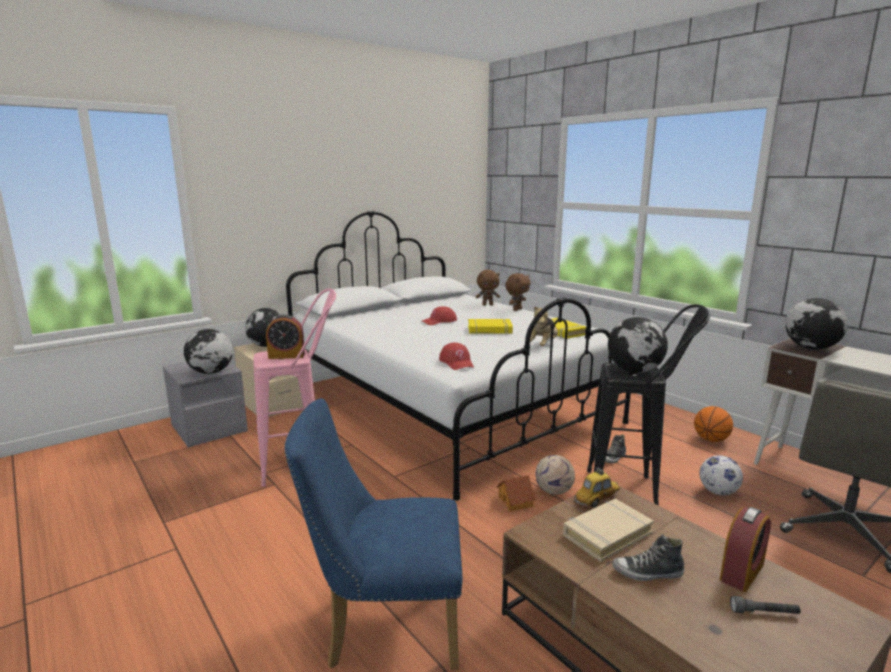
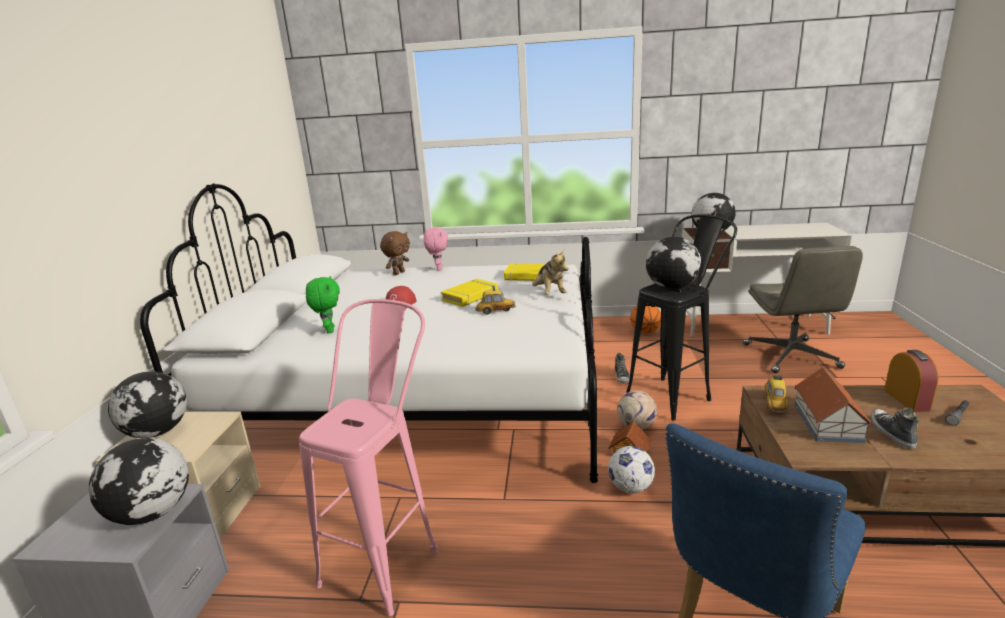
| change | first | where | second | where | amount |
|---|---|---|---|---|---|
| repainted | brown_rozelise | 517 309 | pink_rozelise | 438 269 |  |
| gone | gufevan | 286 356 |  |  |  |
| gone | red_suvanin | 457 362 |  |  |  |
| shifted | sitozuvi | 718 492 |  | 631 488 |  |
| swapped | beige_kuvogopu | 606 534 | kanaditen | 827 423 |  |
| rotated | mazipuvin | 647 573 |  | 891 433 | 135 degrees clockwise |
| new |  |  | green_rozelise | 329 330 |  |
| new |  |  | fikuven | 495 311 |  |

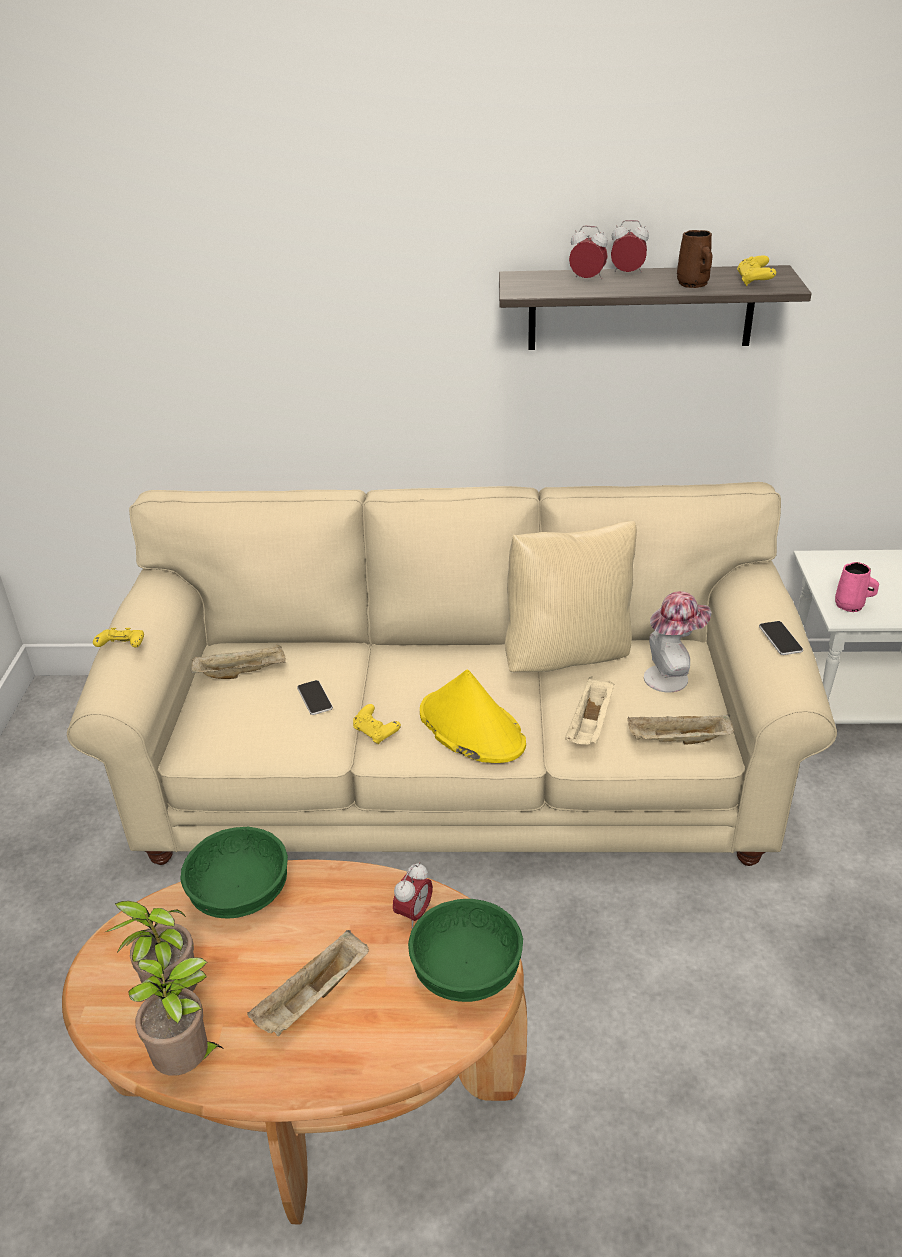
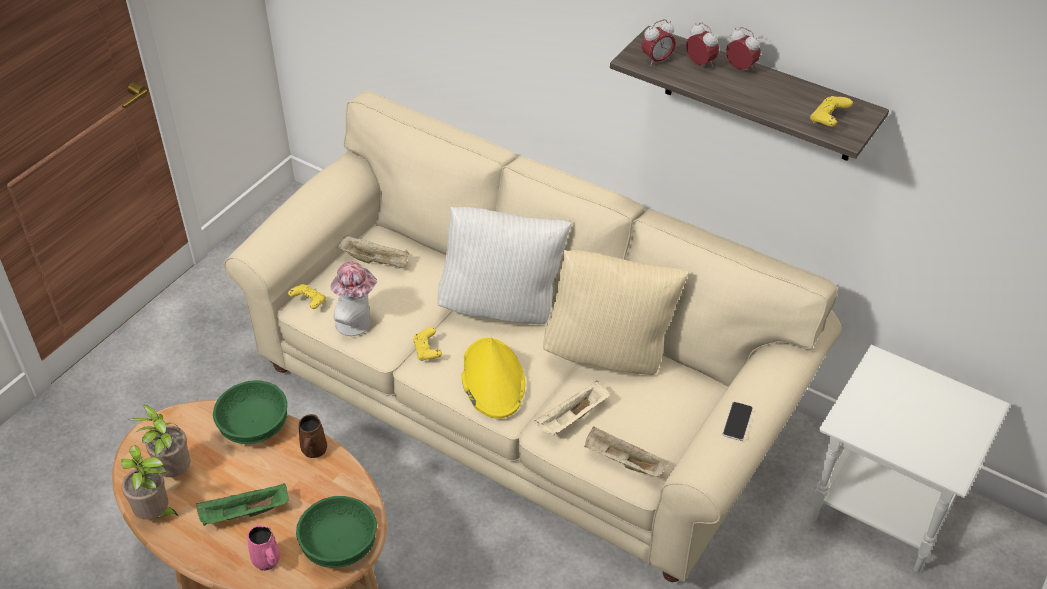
| change | first | where | second | where | amount |
|---|---|---|---|---|---|
| shifted | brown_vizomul | 693 285 |  | 313 450 |  |
| shifted | pink_vizomul | 851 606 |  | 267 561 |  |
| shifted | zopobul | 671 677 |  | 358 324 |  |
| shifted | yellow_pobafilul | 122 647 |  | 309 302 |  |
| gone | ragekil | 315 698 |  |  |  |
| shifted | gufevan | 414 914 |  | 657 60 |  |
| repainted | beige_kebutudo | 313 998 | green_kebutudo | 244 514 |  |
| new |  |  | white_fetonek | 502 307 |  |

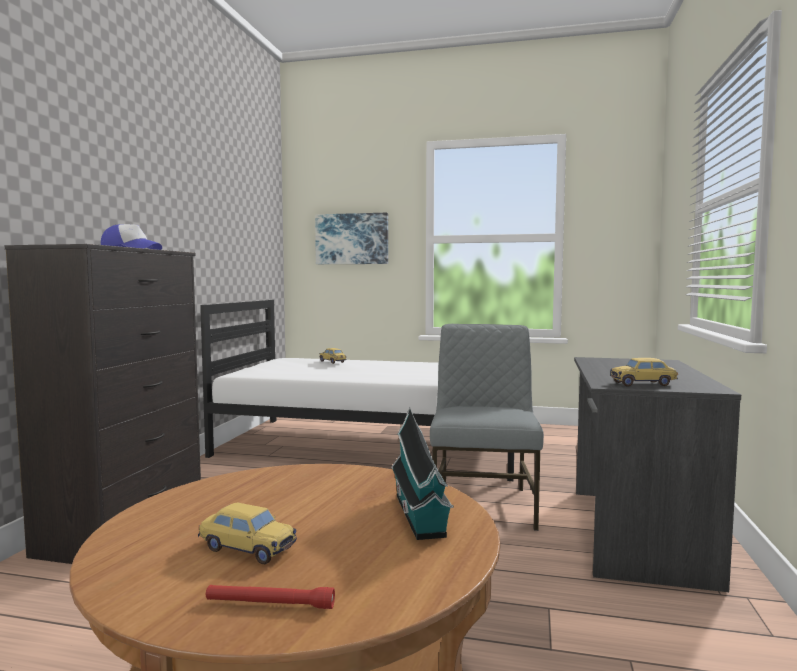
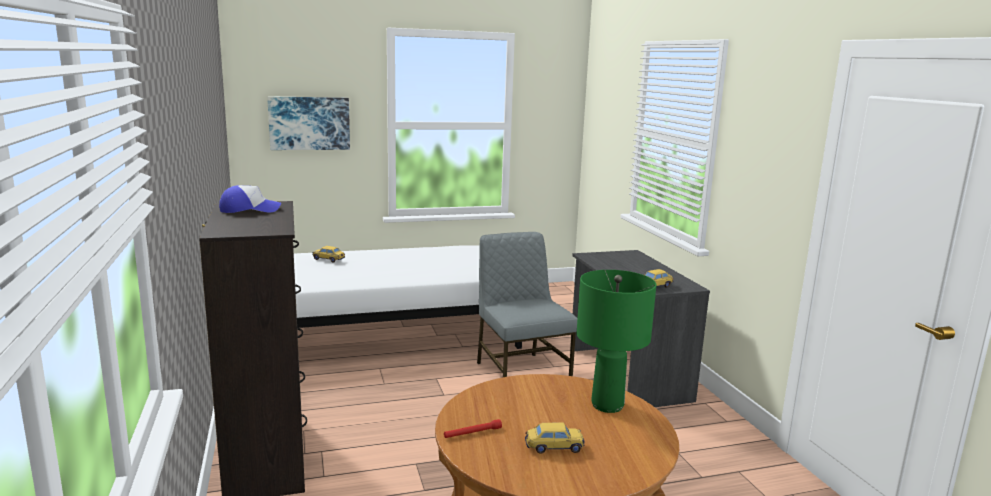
| change | first | where | second | where | amount |
|---|---|---|---|---|---|
| swapped | kanaditen | 420 517 | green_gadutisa | 606 405 |  |
| shifted | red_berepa | 269 604 |  | 472 433 |  |

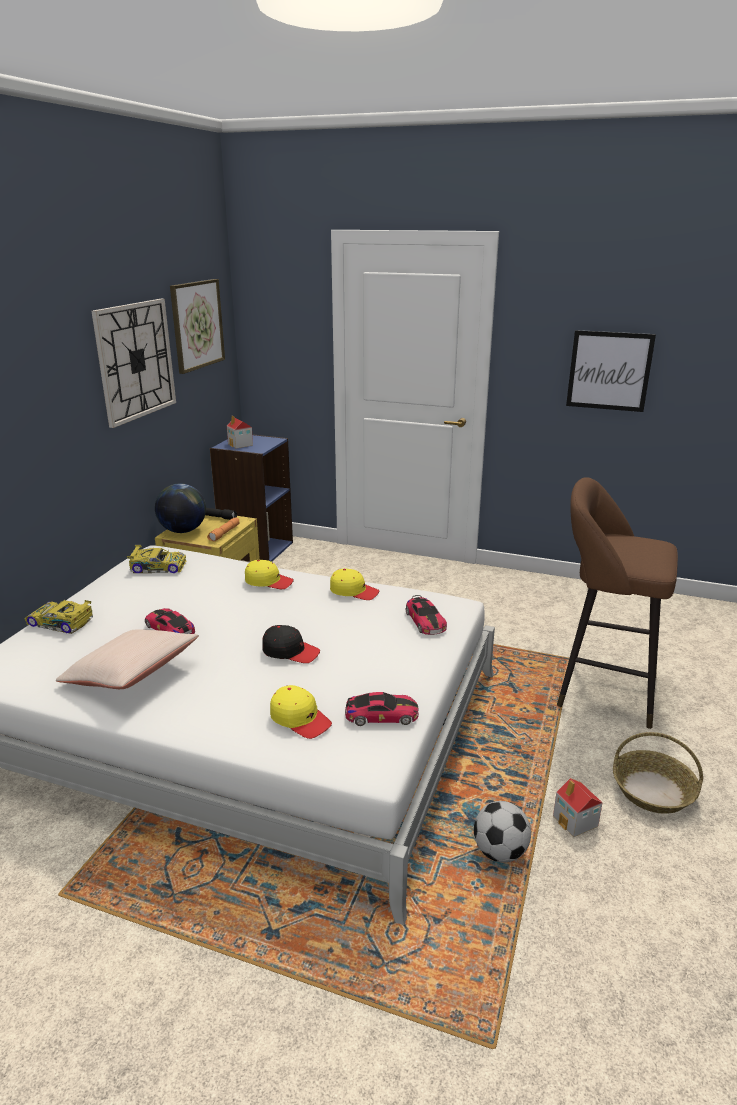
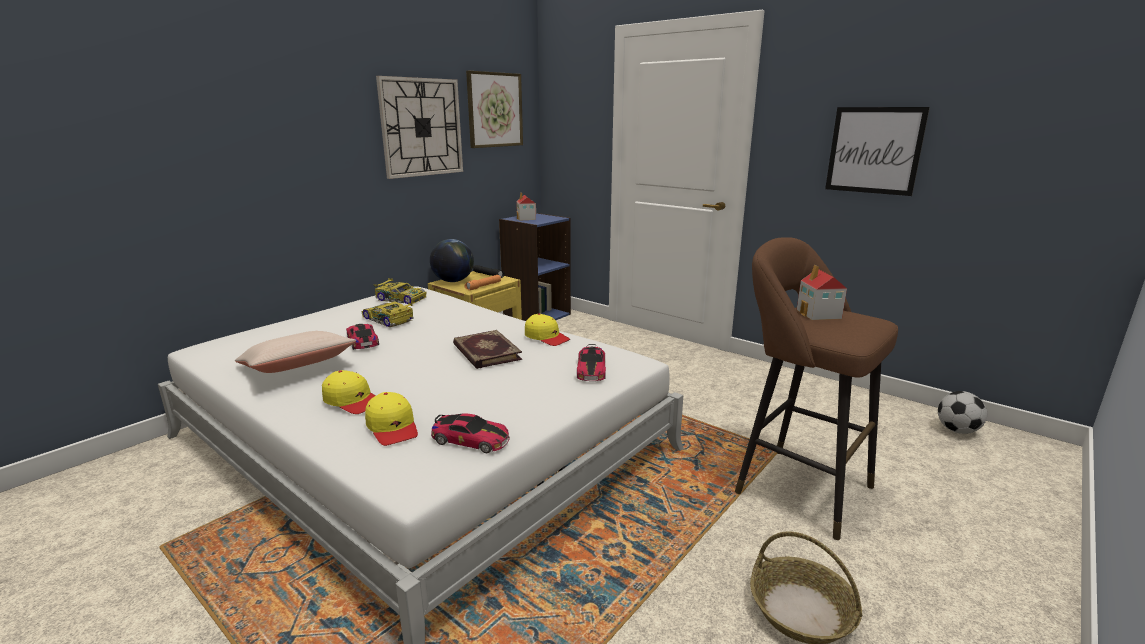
| change | first | where | second | where | amount |
|---|---|---|---|---|---|
| shifted | yellow_suvanin | 268 581 |  | 352 401 |  |
| shifted | fikuven | 61 622 |  | 388 319 |  |
| gone | black_suvanin | 290 651 |  |  |  |
| shifted | kanaditen | 575 821 |  | 819 314 |  |
| shifted | sitozuvi | 500 853 |  | 957 431 |  |
| new |  |  | kuvogopu | 485 352 |  |

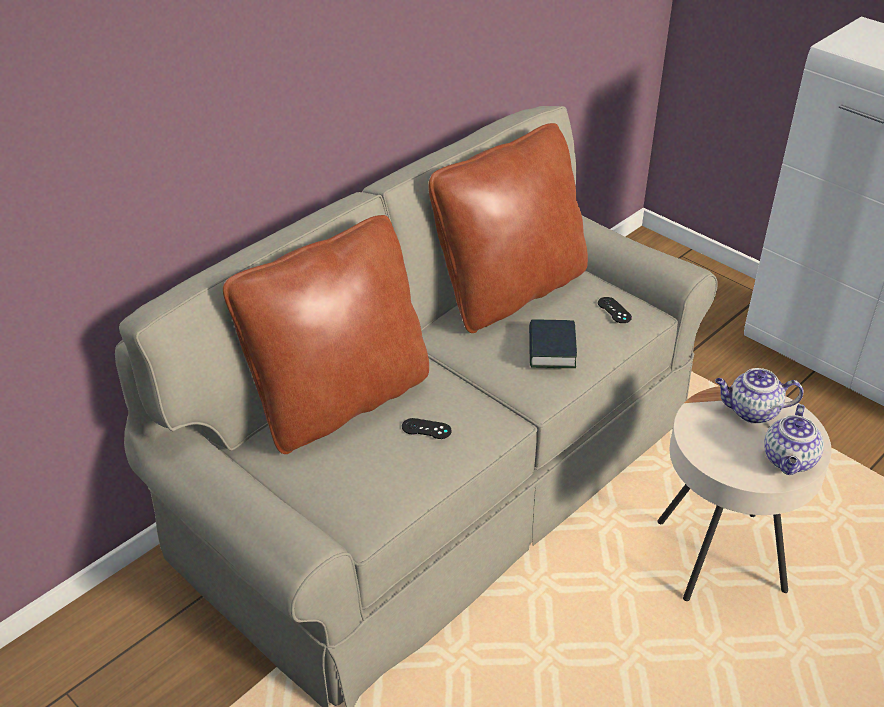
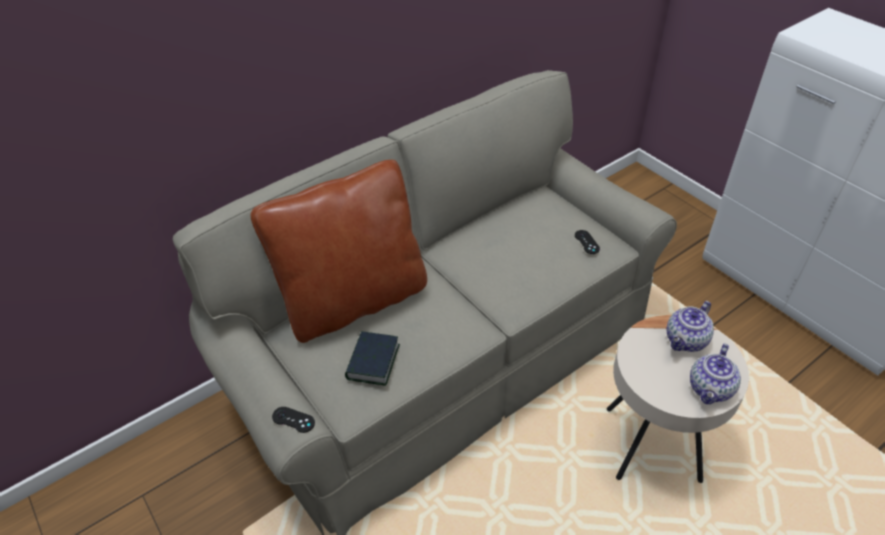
| change | first | where | second | where | amount |
|---|---|---|---|---|---|
| gone | brown_fetonek | 509 291 |  |  |  |
| shifted | kuvogopu | 551 349 |  | 373 362 |  |
| rotated | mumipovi | 751 412 |  | 685 341 | 60 degrees counterclockwise |
| shifted | black_pobafilul | 426 429 |  | 293 419 |  |

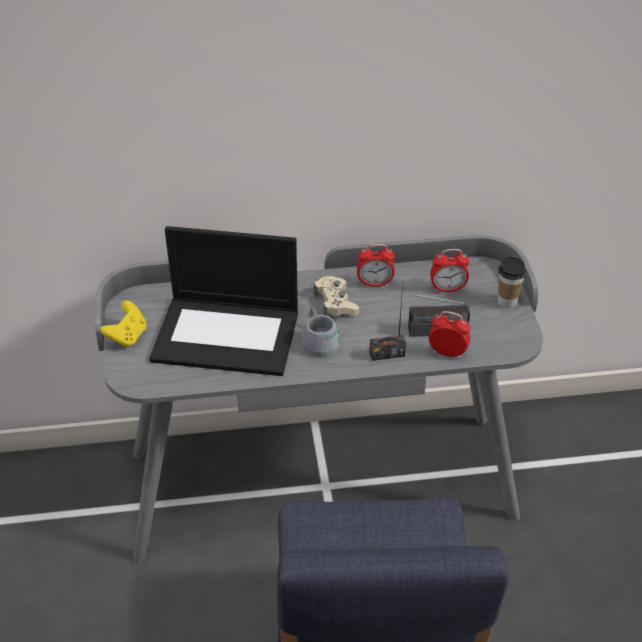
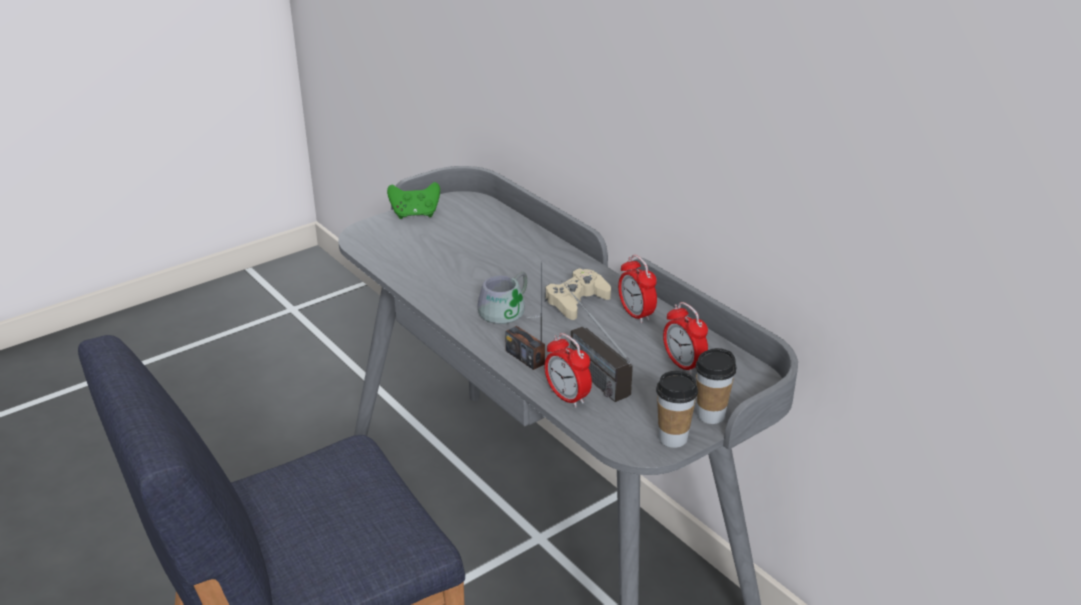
| change | first | where | second | where | amount |
|---|---|---|---|---|---|
| gone | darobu | 228 335 |  |  |  |
| repainted | yellow_pobafilul | 127 337 | green_pobafilul | 415 214 |  |
| rotated | gufevan | 447 353 |  | 567 397 | 150 degrees clockwise |
| new |  |  | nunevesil | 673 438 |  |

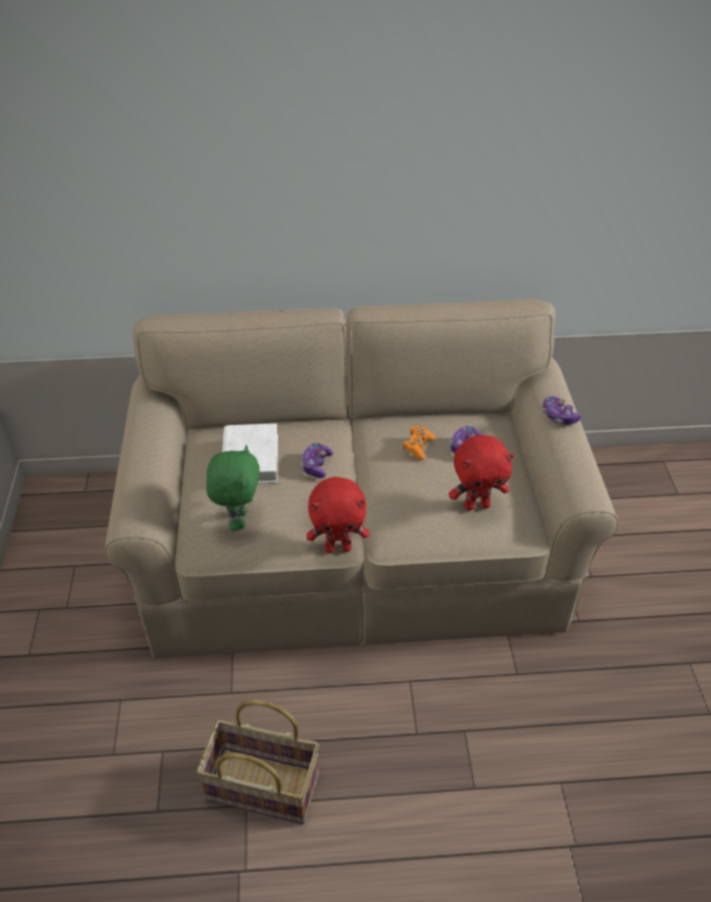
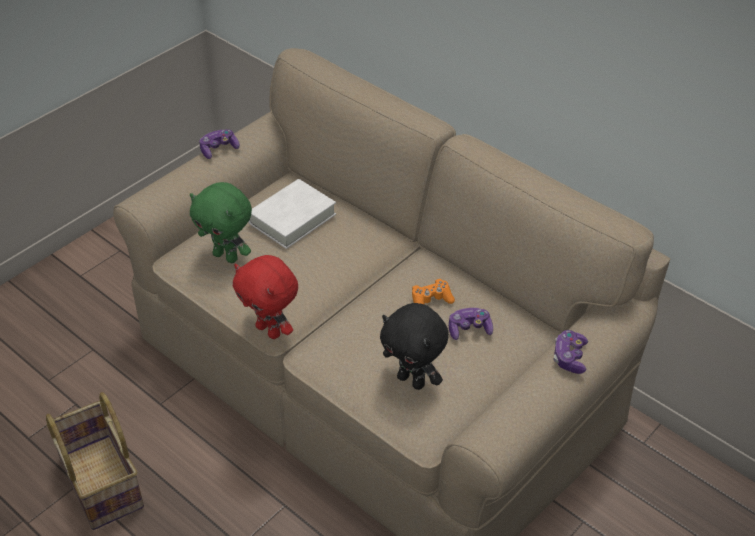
| change | first | where | second | where | amount |
|---|---|---|---|---|---|
| repainted | red_rozelise | 477 505 | black_rozelise | 412 380 |  |
| shifted | pobafilul | 316 465 |  | 218 149 |  |
| rotated | green_rozelise | 238 520 |  | 226 256 | 75 degrees clockwise |

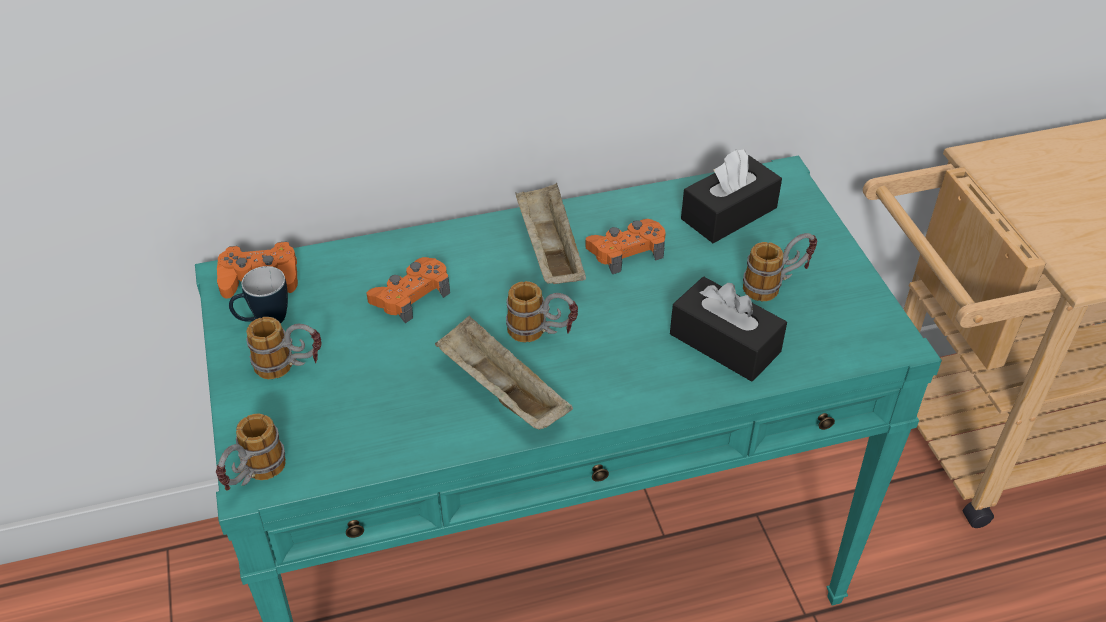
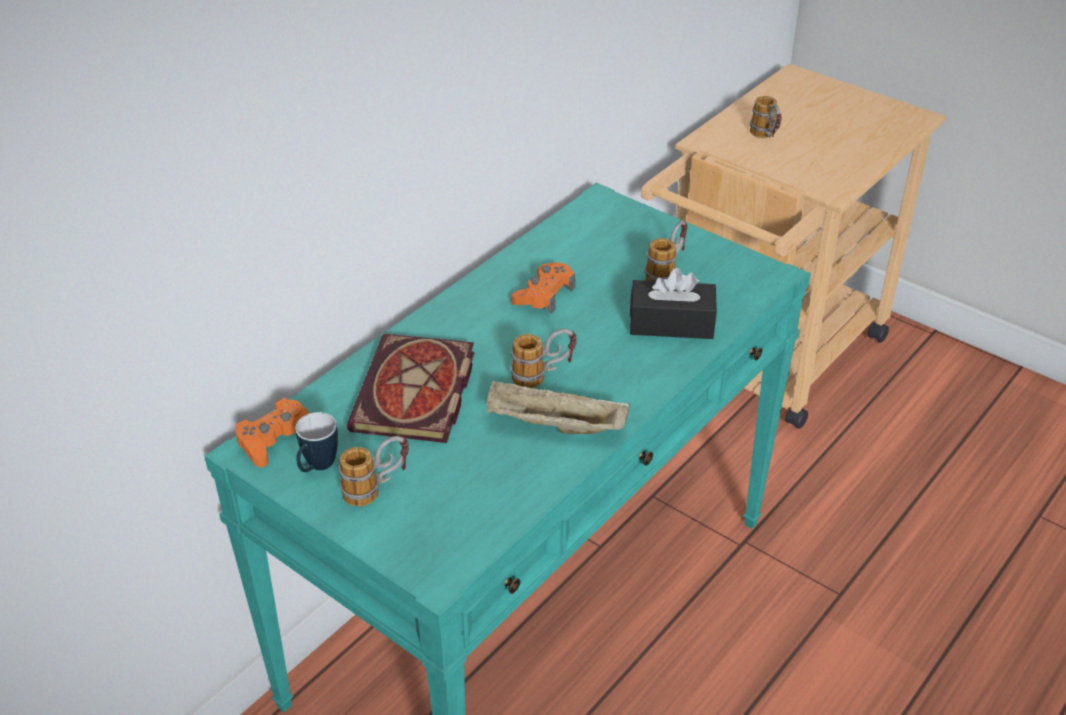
| change | first | where | second | where | amount |
|---|---|---|---|---|---|
| gone | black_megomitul | 729 213 |  |  |  |
| gone | beige_kebutudo | 549 251 |  |  |  |
| swapped | orange_pobafilul | 411 295 | kuvogopu | 416 395 |  |
| shifted | vizomul | 254 479 |  | 766 138 |  |

